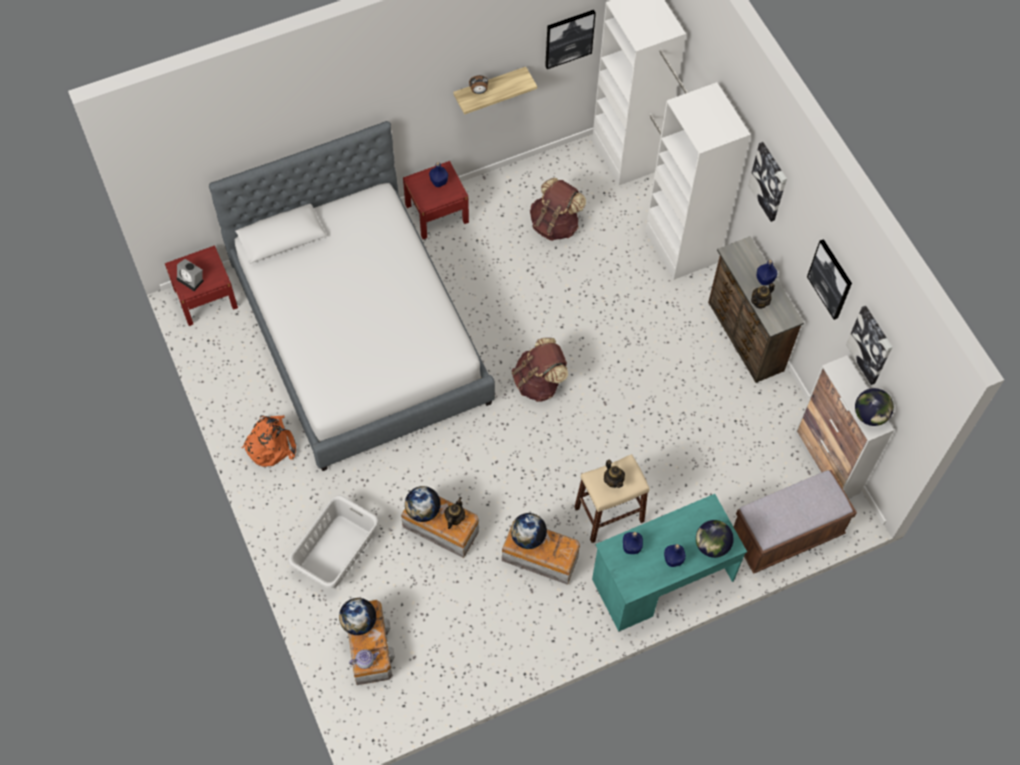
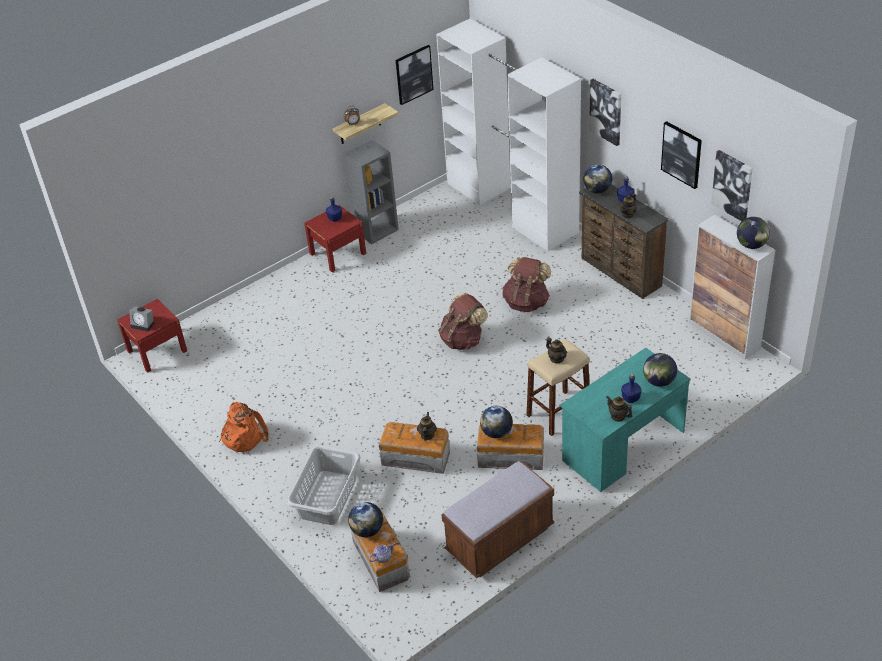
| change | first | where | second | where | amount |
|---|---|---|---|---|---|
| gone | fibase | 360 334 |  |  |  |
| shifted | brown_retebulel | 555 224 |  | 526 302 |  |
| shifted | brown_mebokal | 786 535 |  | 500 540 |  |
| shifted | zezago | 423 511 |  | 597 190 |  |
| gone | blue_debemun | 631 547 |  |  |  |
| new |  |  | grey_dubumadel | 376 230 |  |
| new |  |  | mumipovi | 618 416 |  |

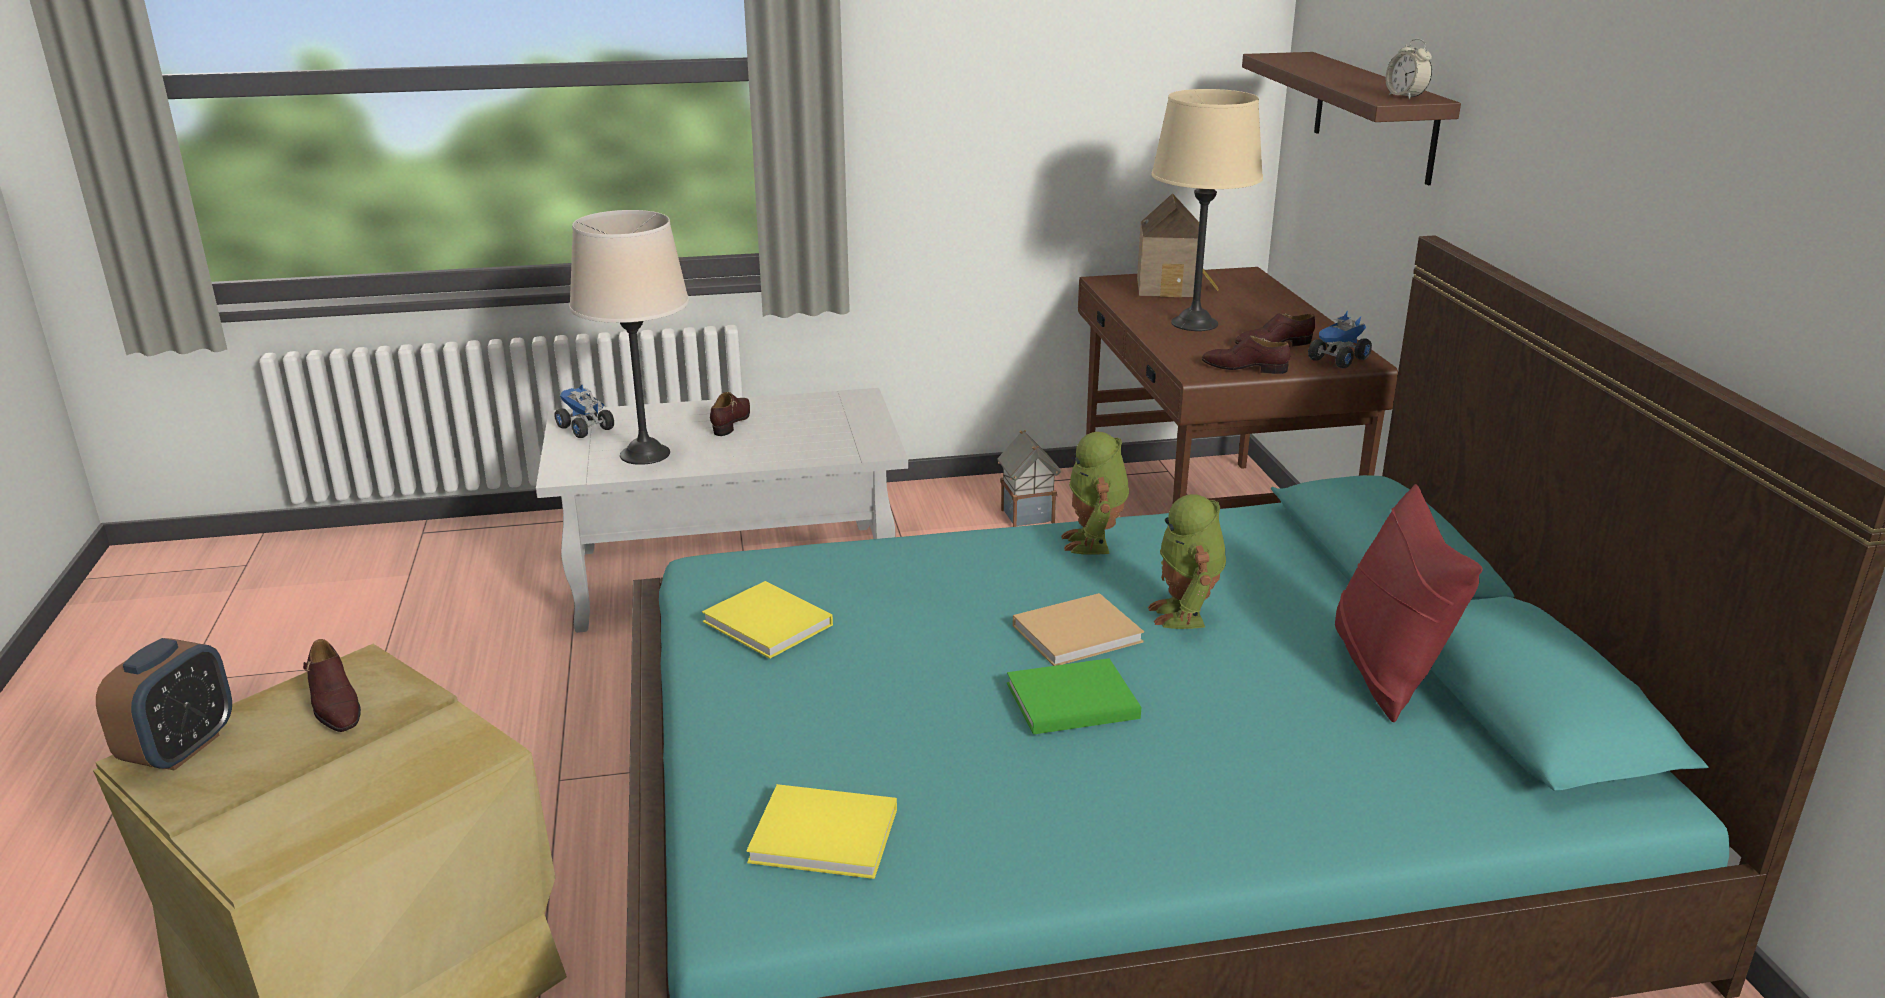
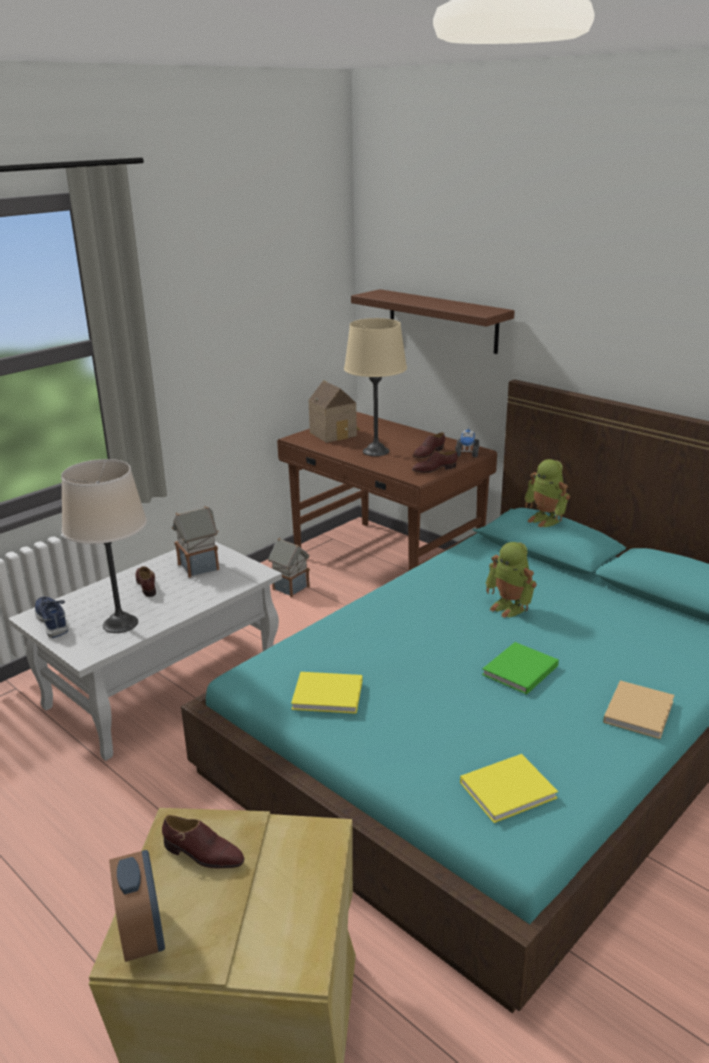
| change | first | where | second | where | amount |
|---|---|---|---|---|---|
| gone | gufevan | 1405 97 |  |  |  |
| swapped | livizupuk | 584 428 | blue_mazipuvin | 53 621 |  |
| shifted | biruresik | 1094 543 |  | 545 520 |  |
| gone | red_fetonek | 1387 670 |  |  |  |
| shifted | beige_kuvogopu | 1080 633 |  | 639 710 |  |
| new |  |  | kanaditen | 199 566 |  |

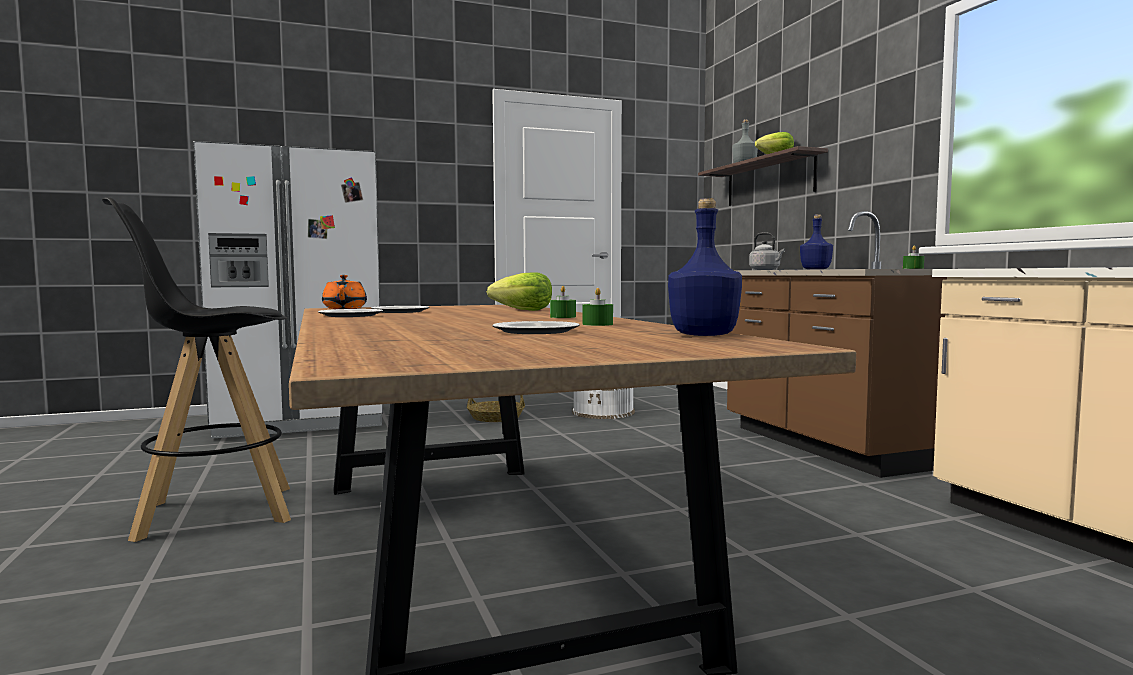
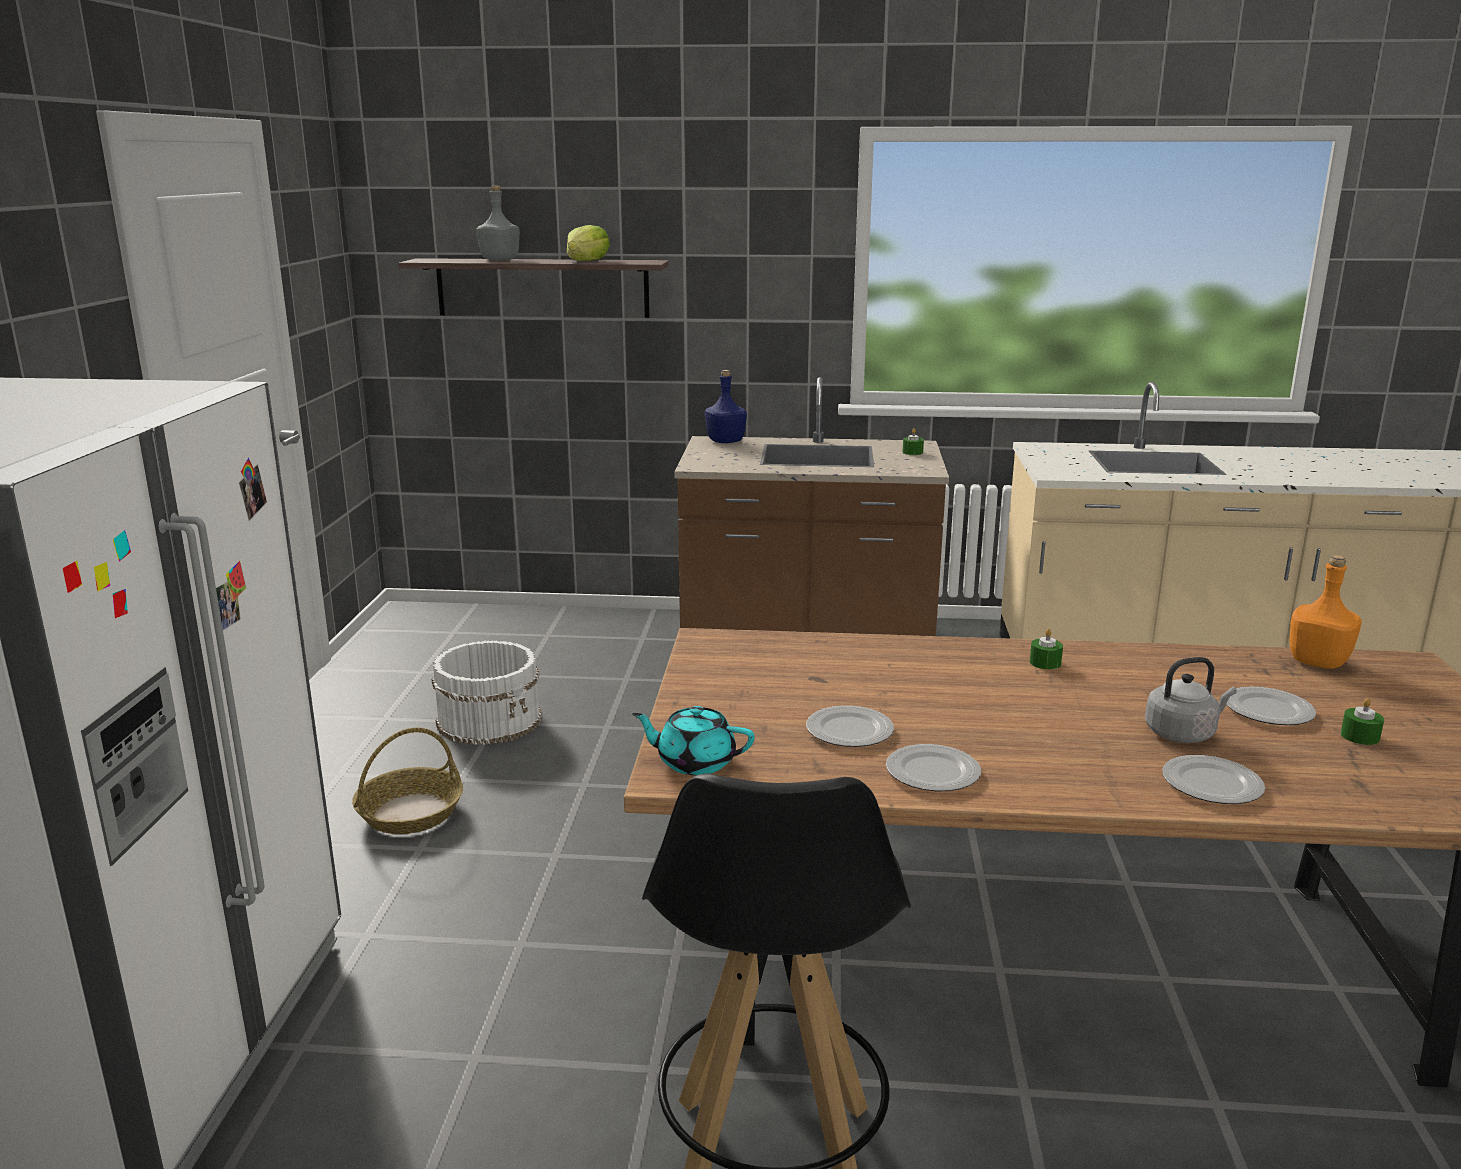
| change | first | where | second | where | amount |
|---|---|---|---|---|---|
| repainted | blue_debemun | 704 335 | orange_debemun | 1319 662 |  |
| shifted | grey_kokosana | 766 269 |  | 1183 733 |  |
| gone | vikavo | 523 310 |  |  |  |
| repainted | orange_mumipovi | 345 308 | turquoise_mumipovi | 694 762 |  |
| shifted | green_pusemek | 597 324 |  | 1359 736 |  |
| new |  |  | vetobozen | 1213 785 |  |

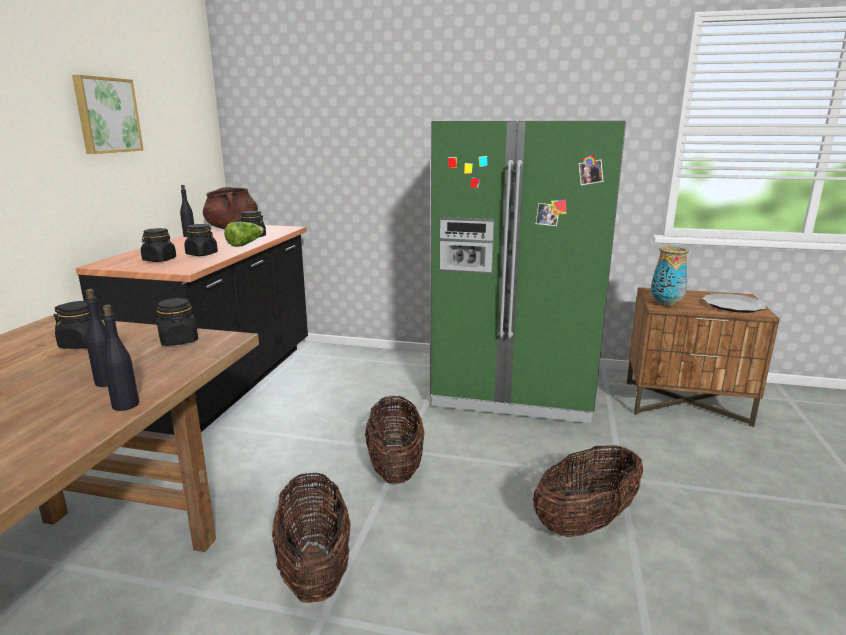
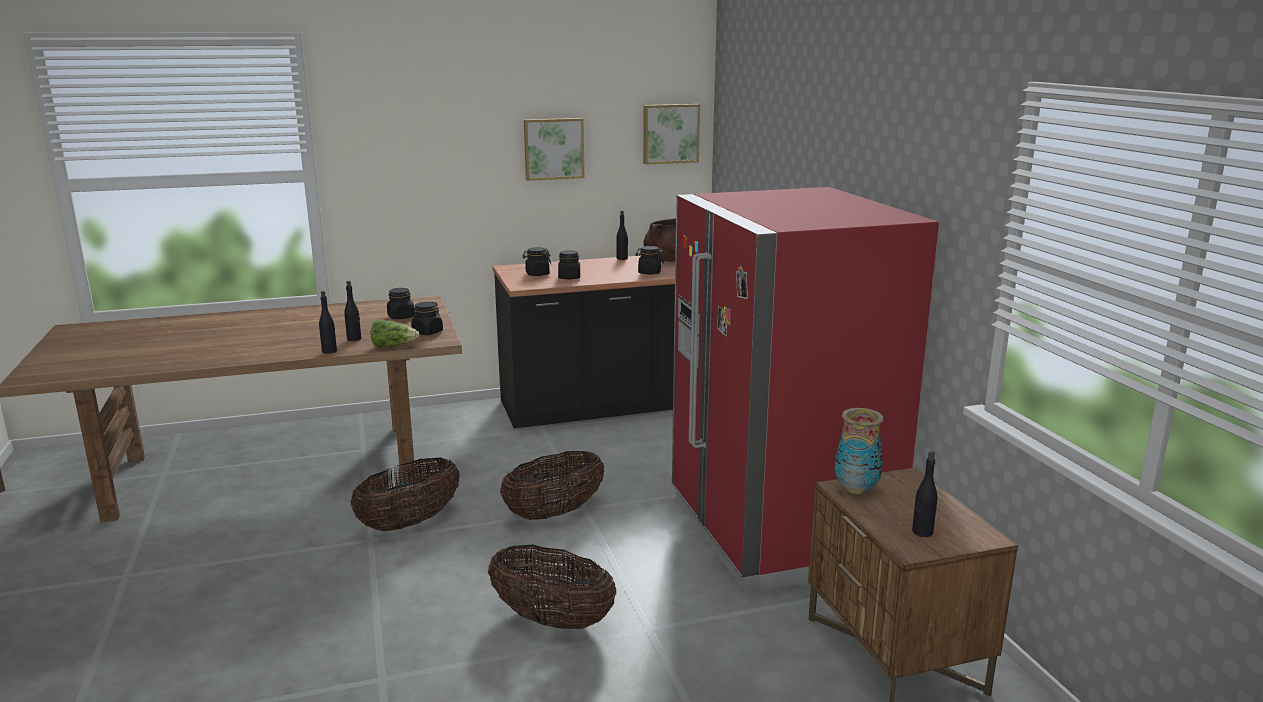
| change | first | where | second | where | amount |
|---|---|---|---|---|---|
| repainted | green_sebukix | 514 387 | red_sebukix | 778 531 |  |
| shifted | vikavo | 245 244 |  | 393 346 |  |
| swapped | vetobozen | 733 305 | black_debemun | 922 532 |  |
| new |  |  | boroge | 670 133 |  |

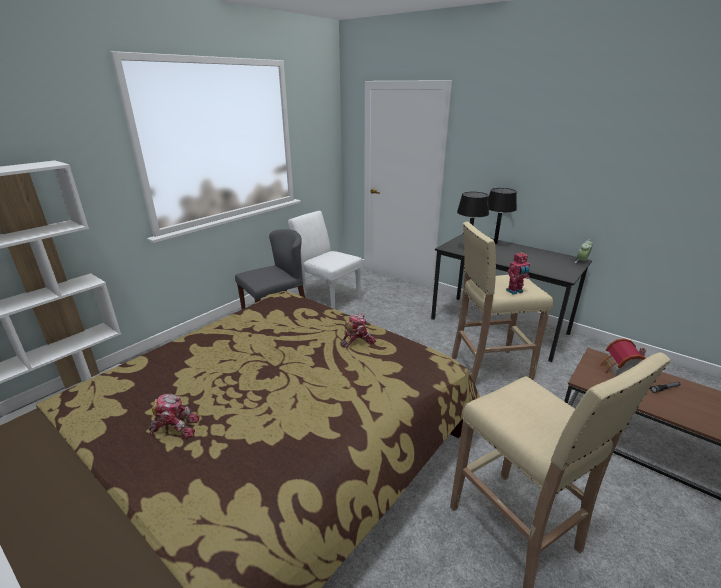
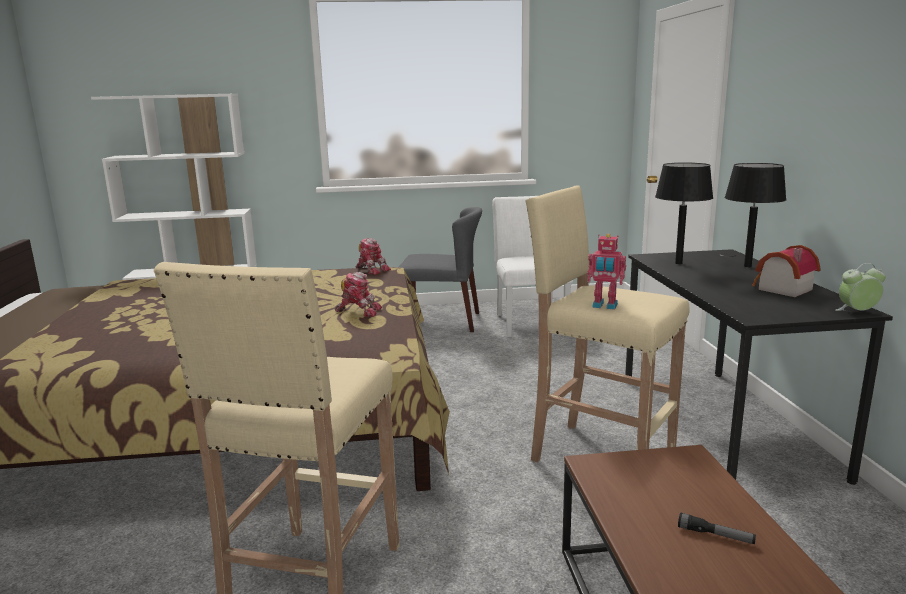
| change | first | where | second | where | amount |
|---|---|---|---|---|---|
| shifted | kanaditen | 621 370 |  | 781 289 |  |
| shifted | biruresik | 176 427 |  | 372 270 |  |

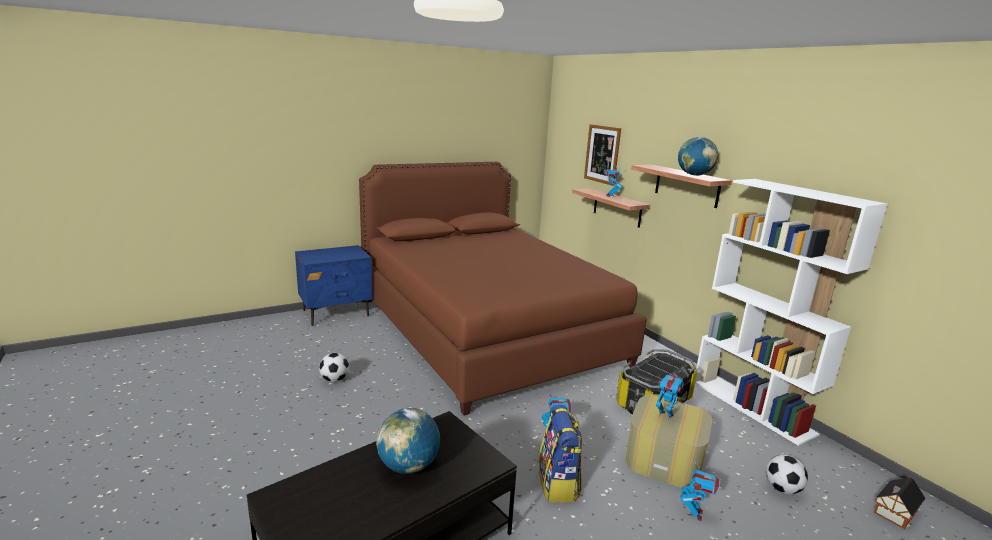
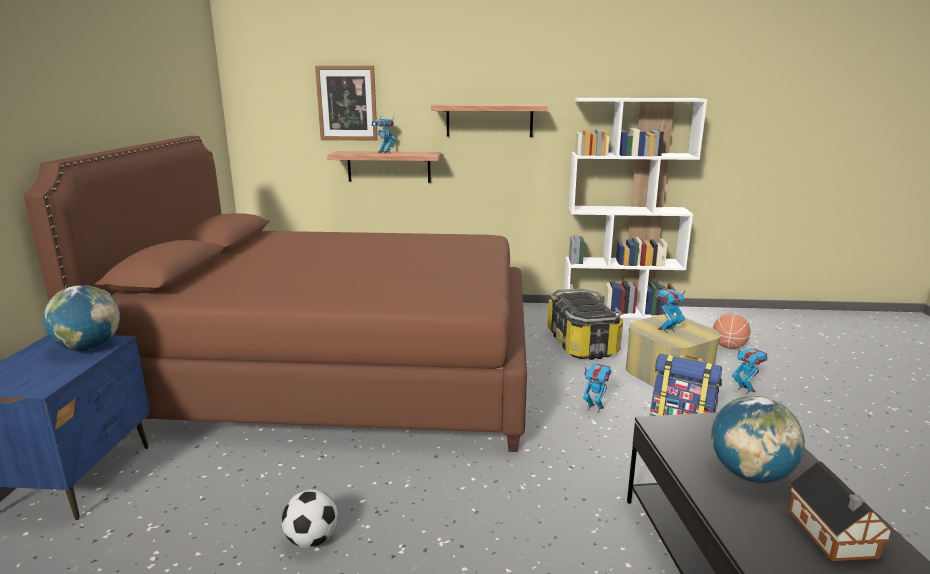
| change | first | where | second | where | amount |
|---|---|---|---|---|---|
| shifted | zezago | 694 175 |  | 89 348 |  |
| swapped | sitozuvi | 782 489 | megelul | 728 346 |  |
| shifted | kanaditen | 894 512 |  | 833 535 |  |

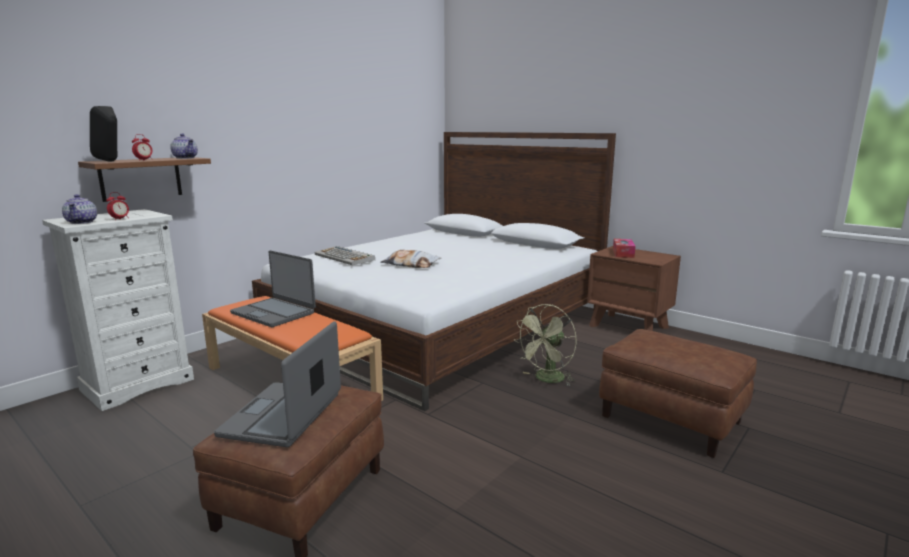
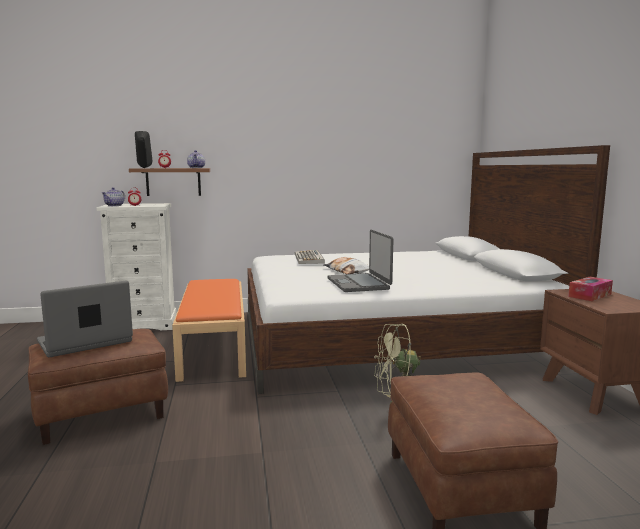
| change | first | where | second | where | amount |
|---|---|---|---|---|---|
| shifted | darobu | 274 313 |  | 359 284 |  |

